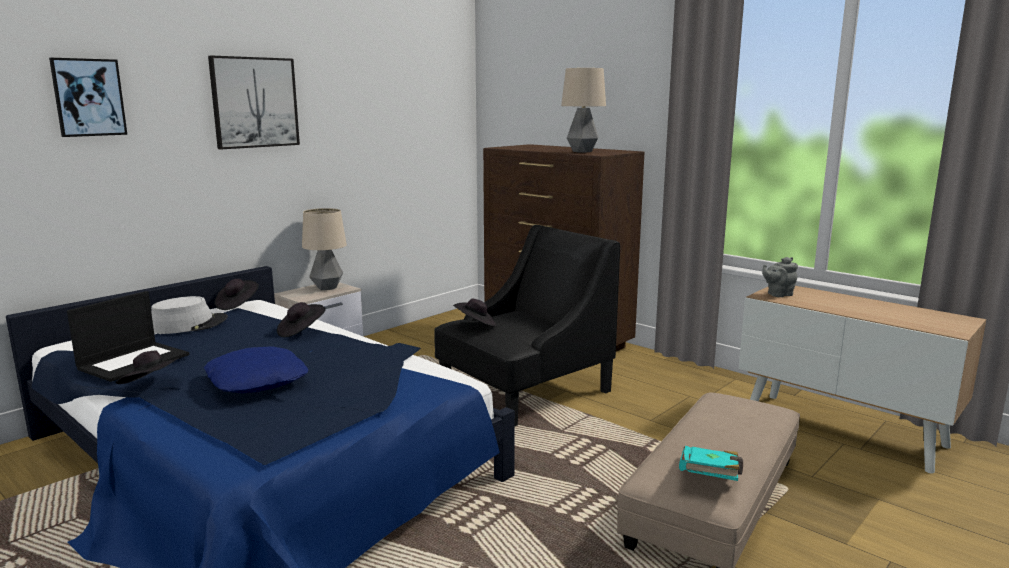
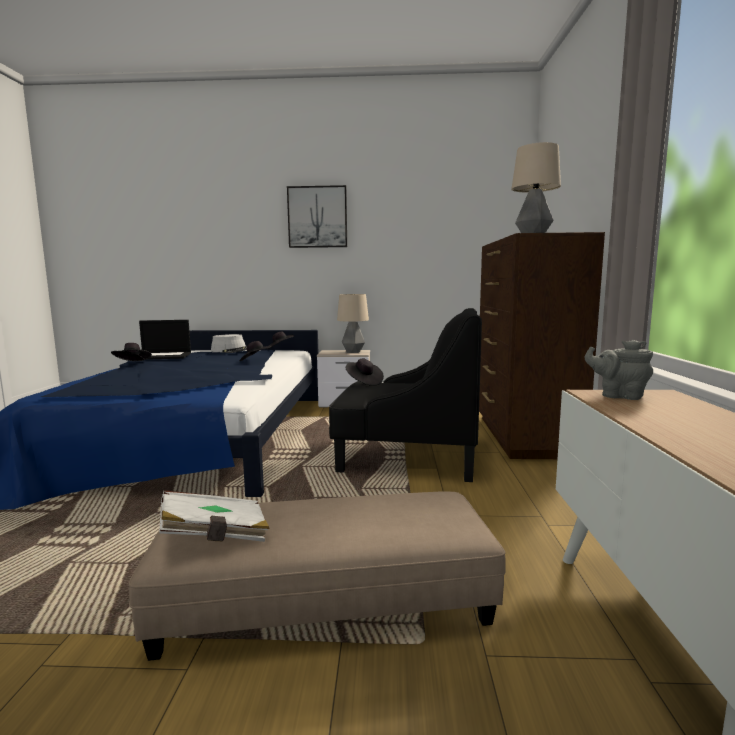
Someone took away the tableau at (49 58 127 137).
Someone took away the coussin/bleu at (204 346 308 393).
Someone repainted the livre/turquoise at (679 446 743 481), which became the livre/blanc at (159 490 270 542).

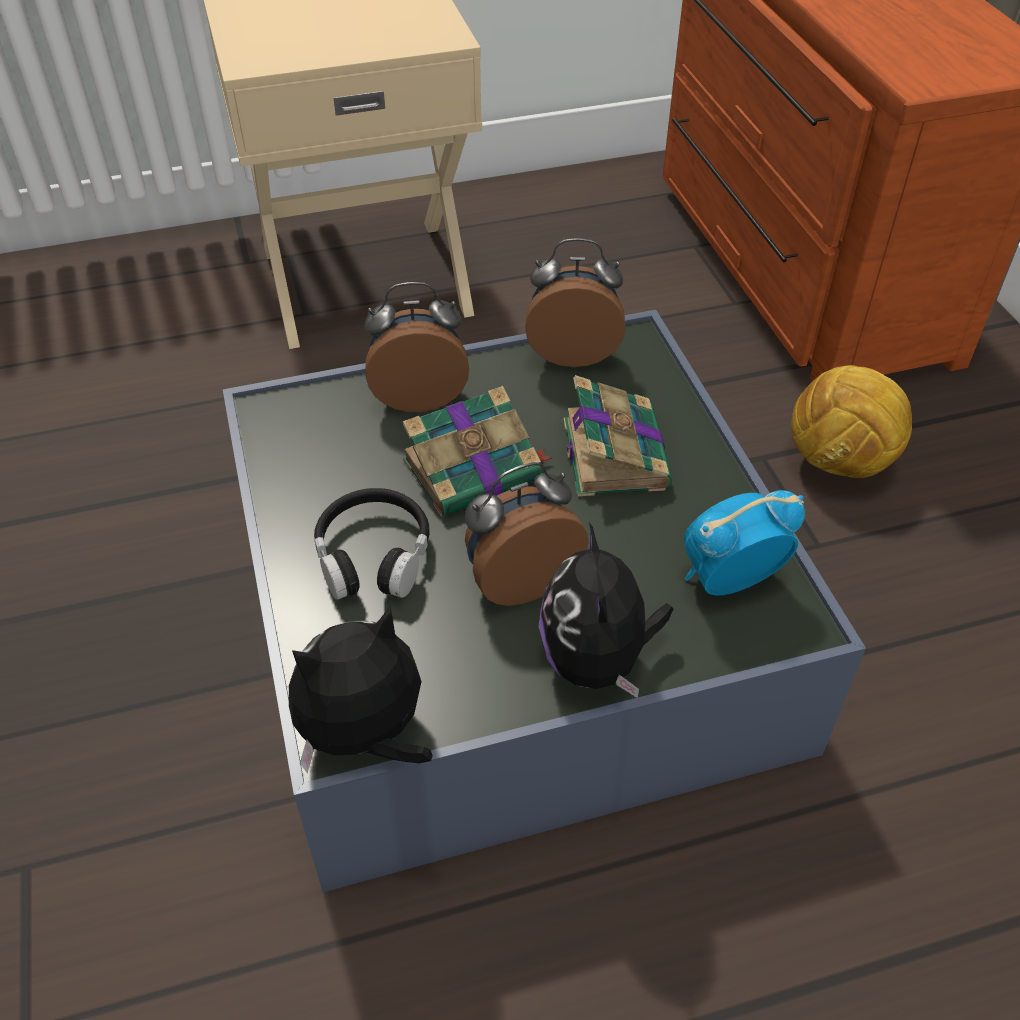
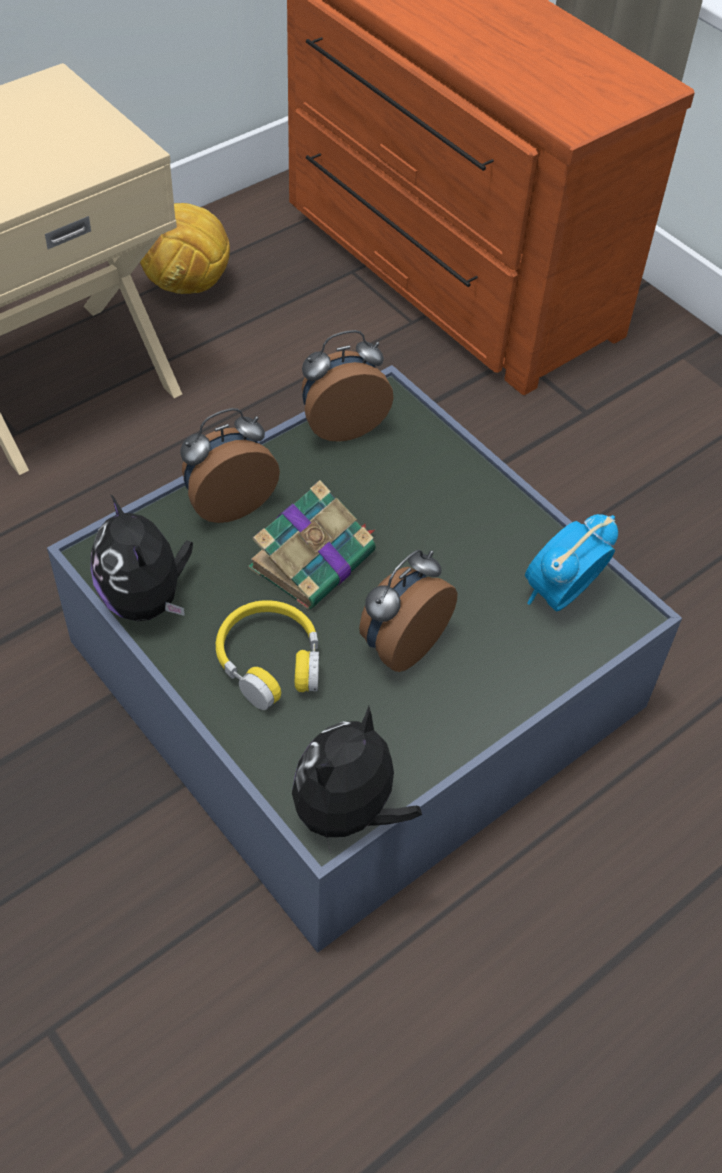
Someone carried the ballon de foot from (791 365 912 478) to (140 203 230 294).
Someone took away the livre at (563 375 672 497).
Someone repainted the casque audio/noir at (314 488 429 600), which became the casque audio/jaune at (216 600 319 710).
Someone carried the peluche from (538 522 674 698) to (91 494 193 621).

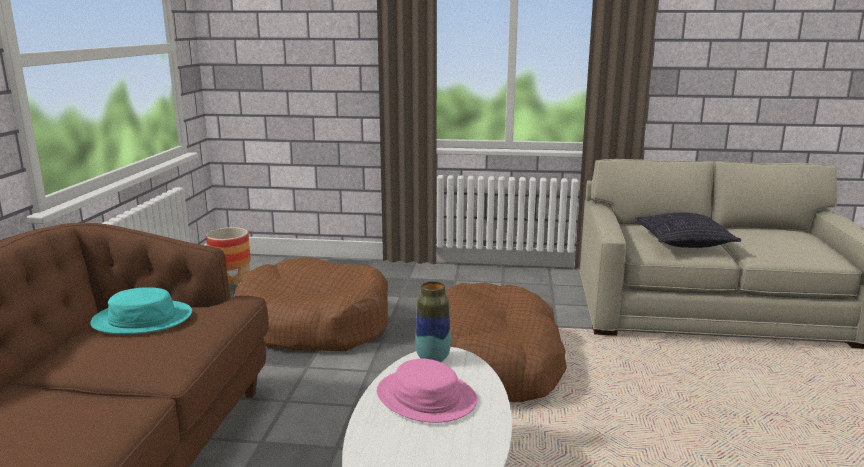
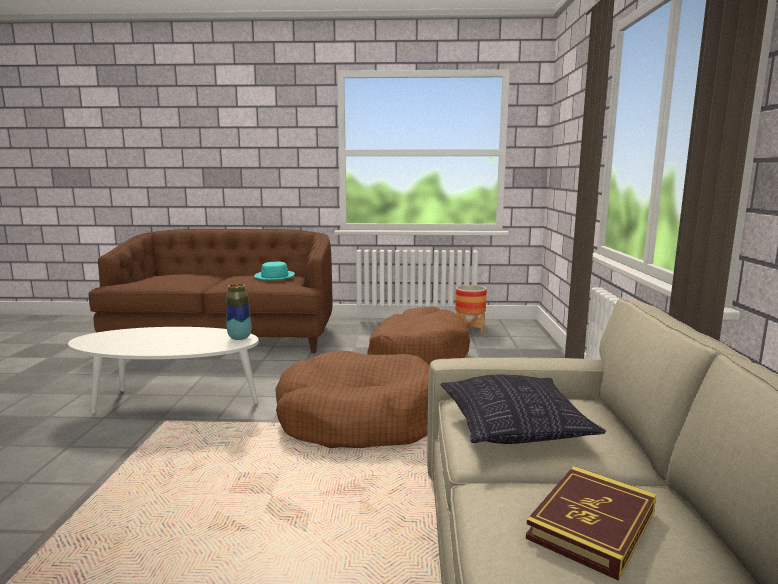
Someone took away the chapeau/rose at (377 358 477 423).
Someone put down the livre at (525 466 656 581).

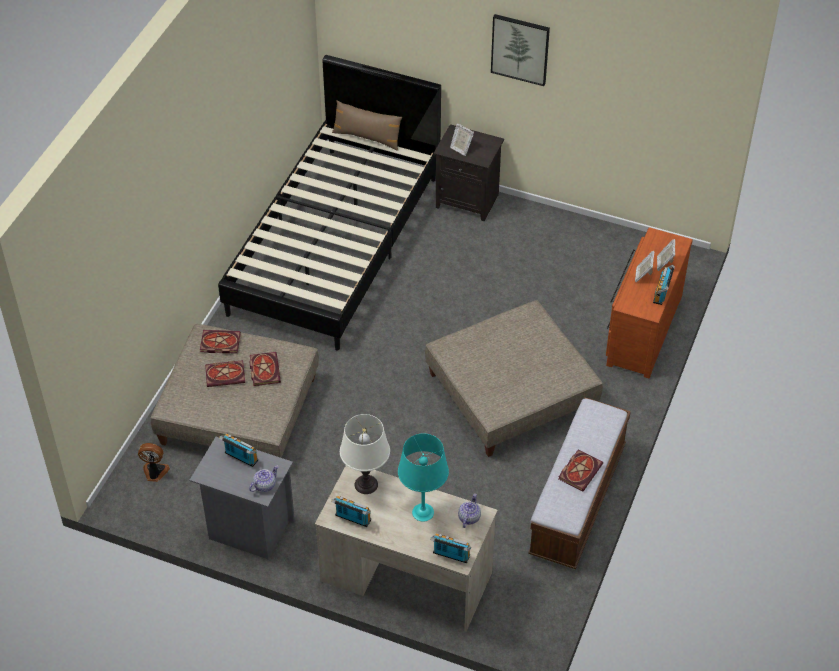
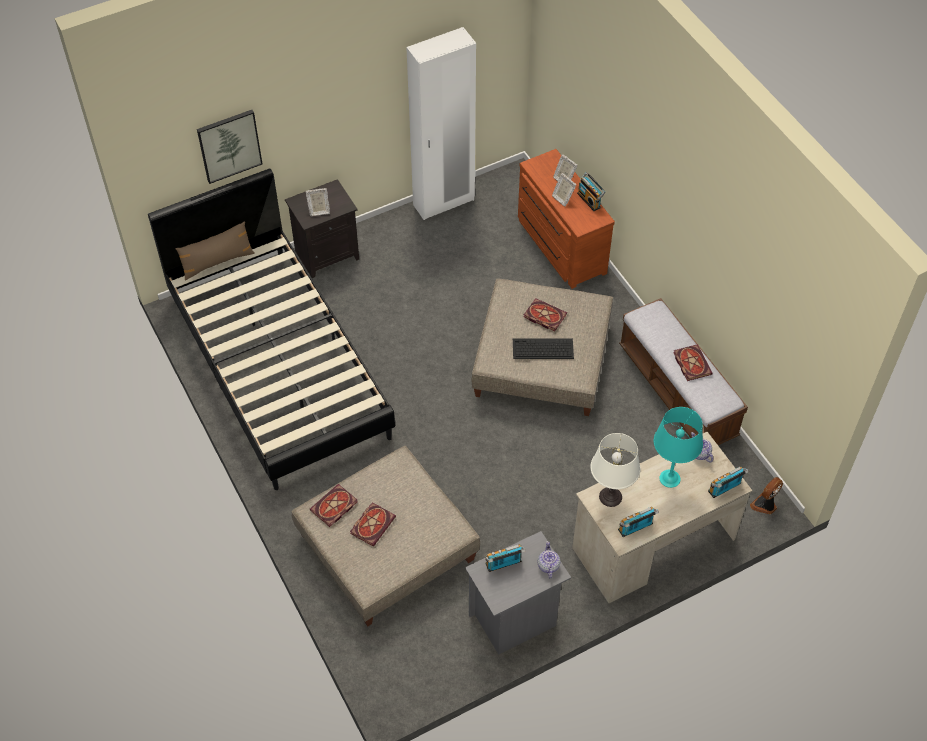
Someone carried the tableau from (491 14 550 86) to (197 110 262 184).
Someone carried the livre from (249 352 281 386) to (524 298 567 331).
Someone carried the ventilateur from (138 443 170 482) to (750 477 783 515).
Someone put down the armoire/blanc at (406 27 476 220).
Someone put down the clavier at (513 338 574 359).

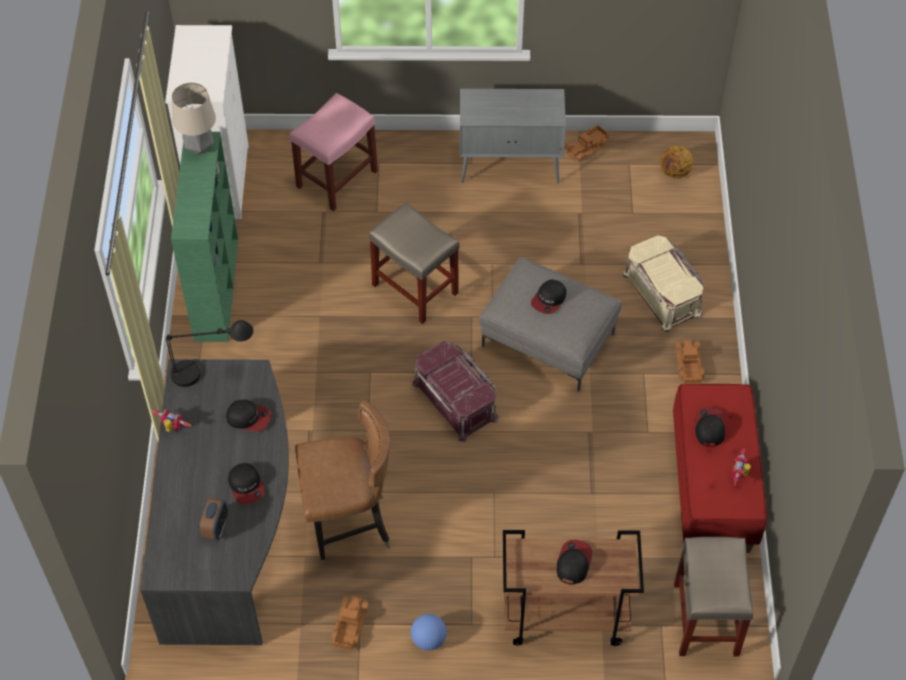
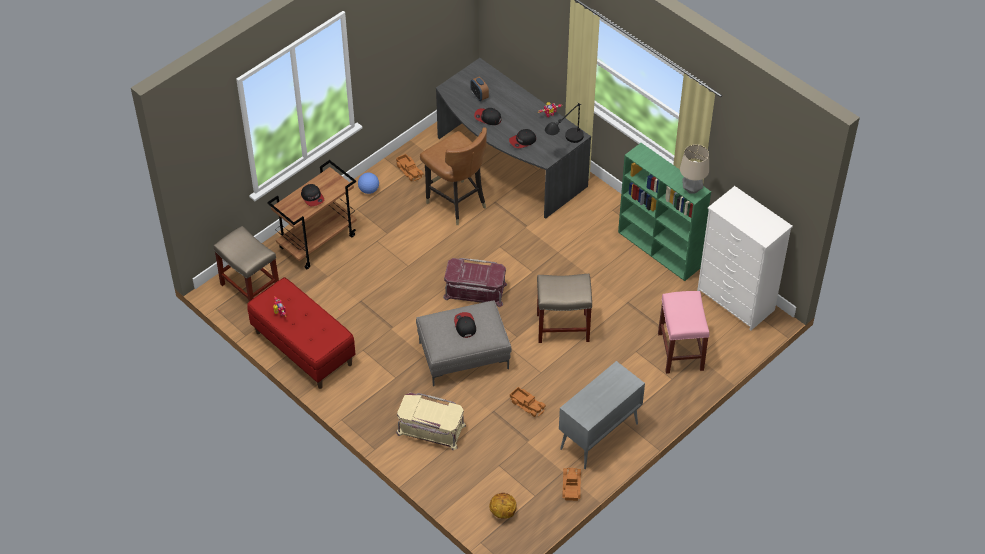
Someone carried the camion jouet from (675 340 704 384) to (510 387 546 417).
Someone rotated the chaise/marron at (295 400 391 566) by 75 degrees counterclockwise.
Someone took away the casquette at (695 407 725 447).

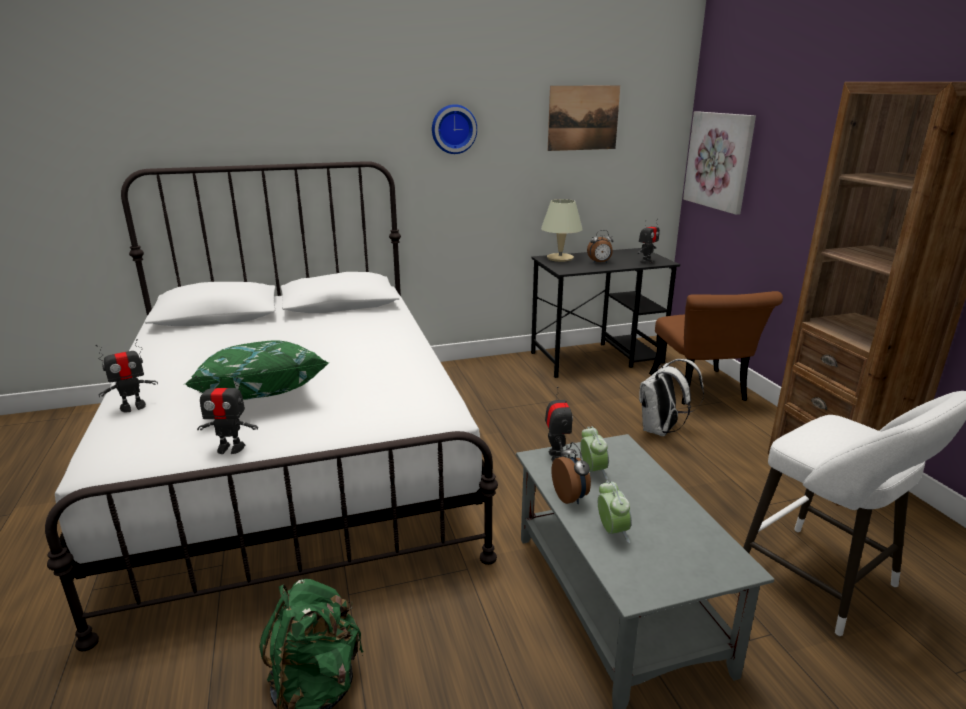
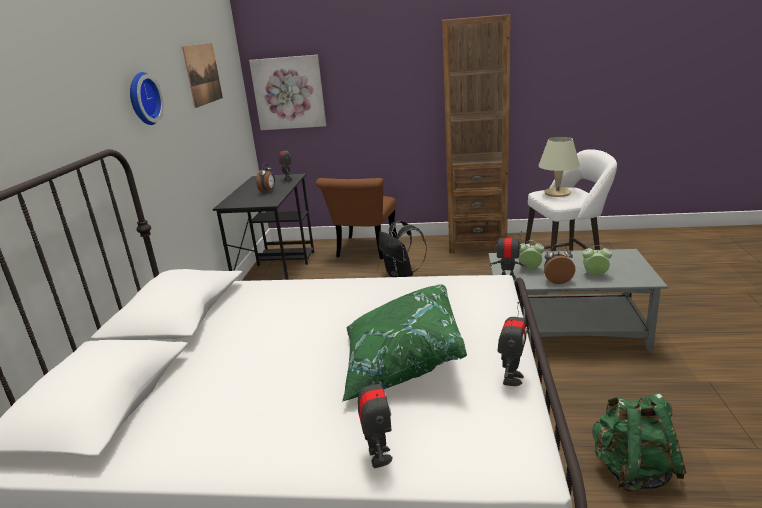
Someone carried the lampe de table/beige from (541 199 583 262) to (538 137 580 197).
Someone rotated the chaise/marron at (649 291 783 405) by 90 degrees clockwise.
Someone repainted the sac à dos/blanc at (639 359 704 436), which became the sac à dos/noir at (379 220 427 277).

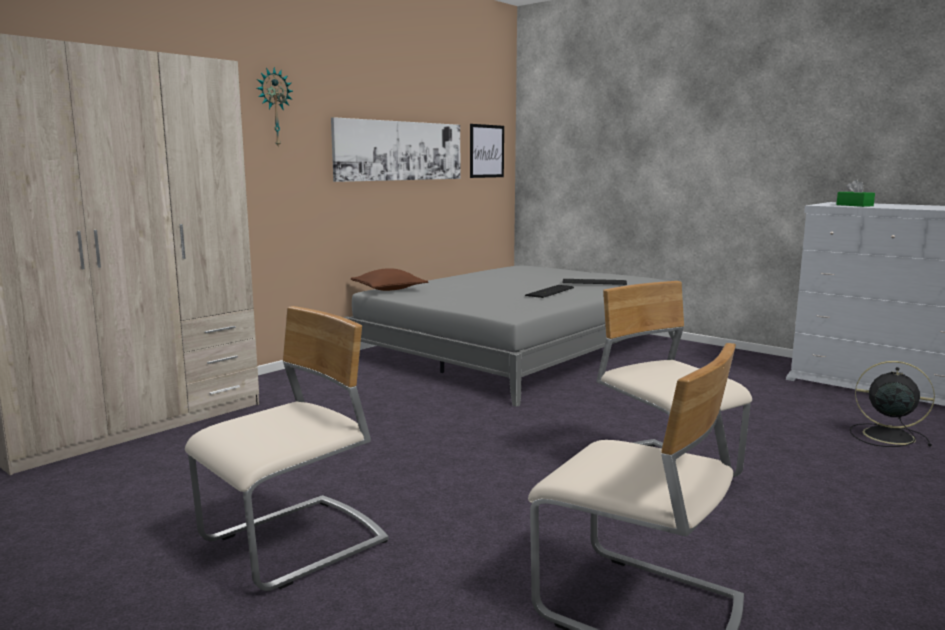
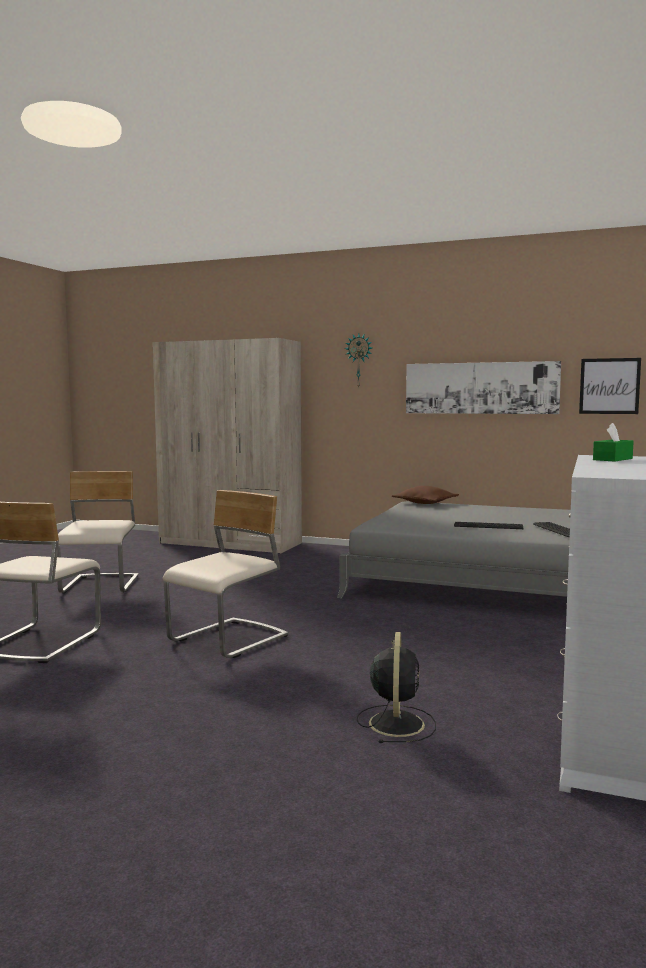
Someone rotated the chaise/beige at (185 306 389 591) by 120 degrees counterclockwise.

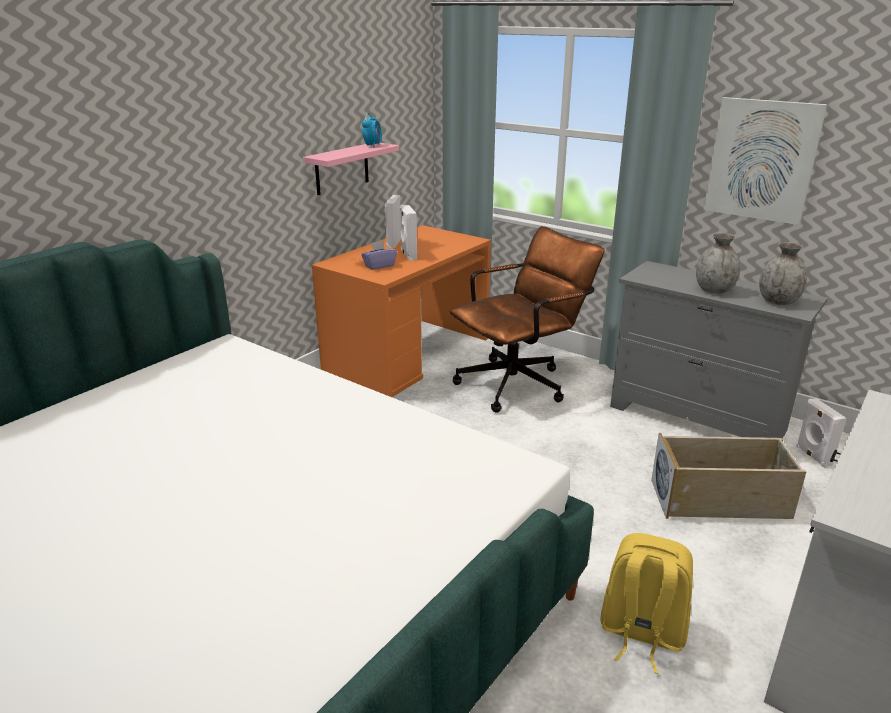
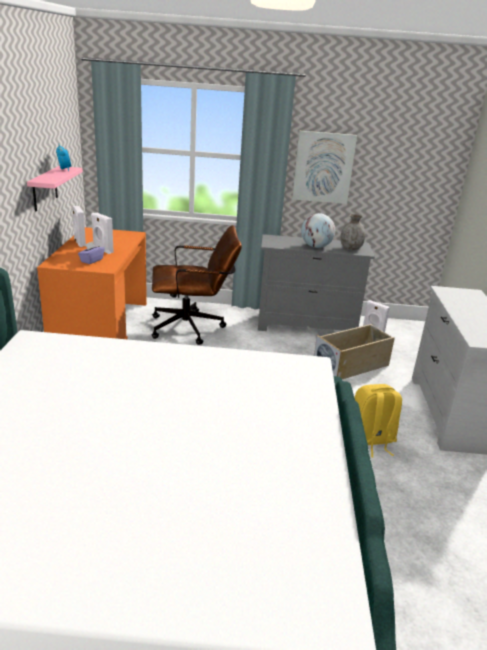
Someone rotated the chaise de bureau/marron at (450 226 605 413) by 60 degrees clockwise.
Someone swapped the vase/gris at (696 233 740 294) for the globe at (301 213 335 248).

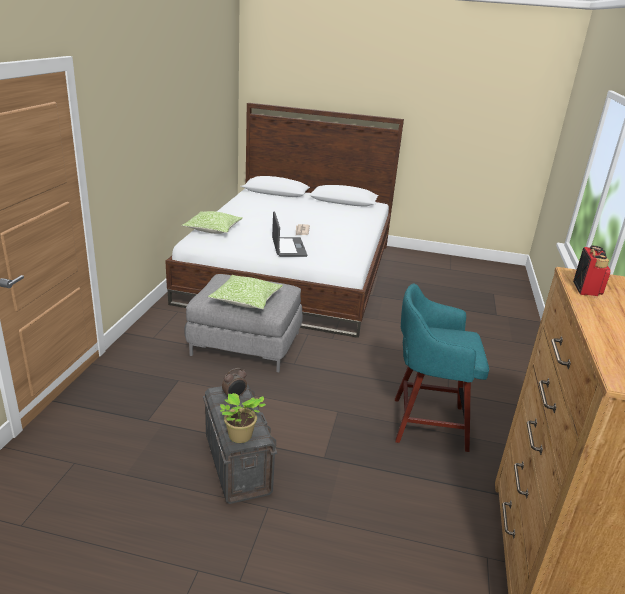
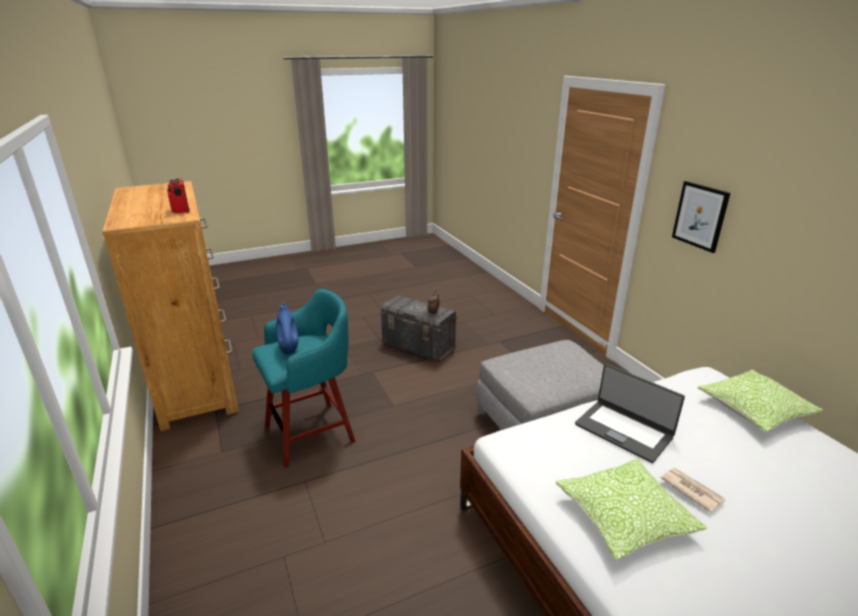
Someone carried the coussin from (208 275 283 310) to (556 459 707 560).
Someone took away the plante en pot at (220 393 266 443).
Someone put up the tableau at (672 181 730 253).
Someone put down the vase/bleu at (276 303 298 355).

